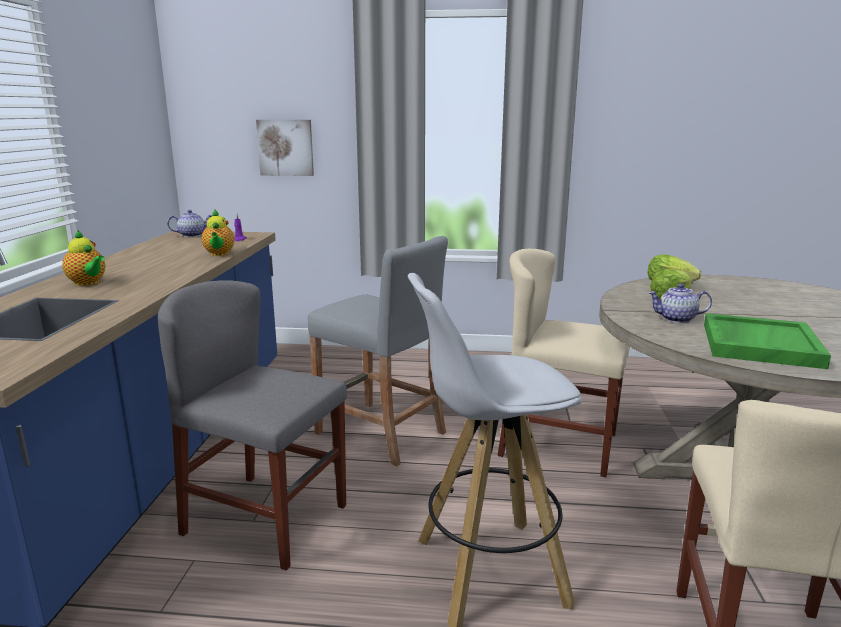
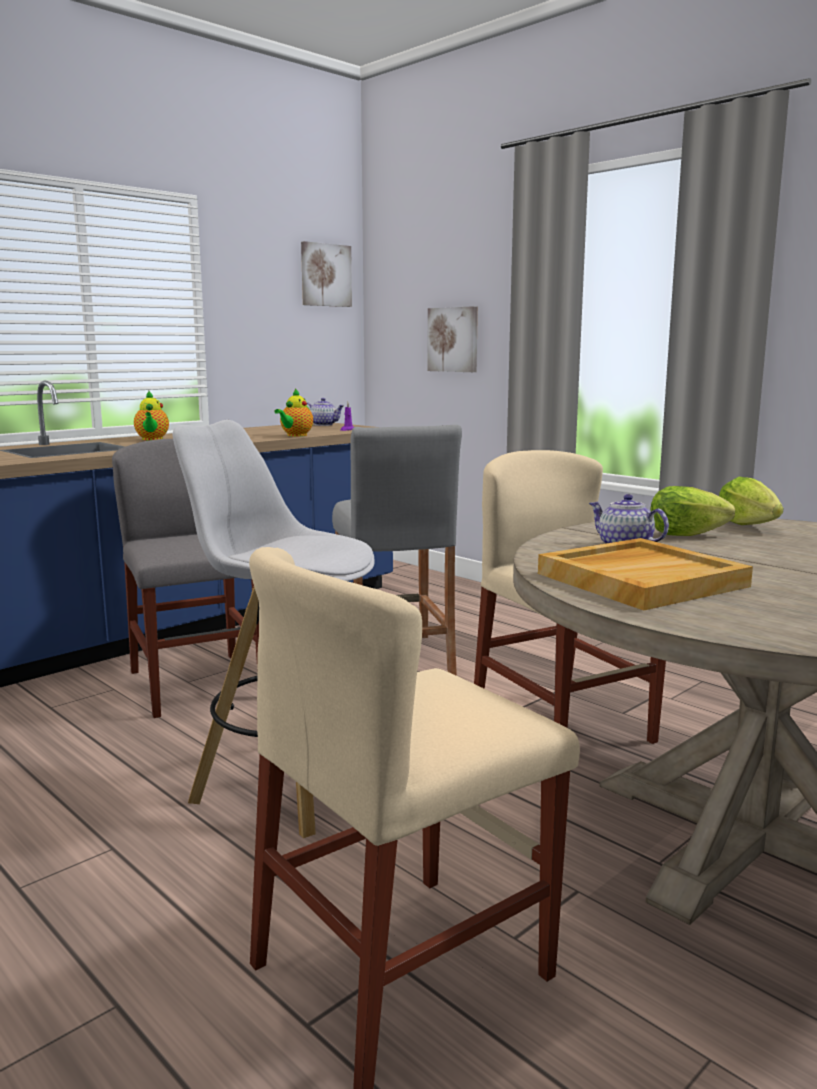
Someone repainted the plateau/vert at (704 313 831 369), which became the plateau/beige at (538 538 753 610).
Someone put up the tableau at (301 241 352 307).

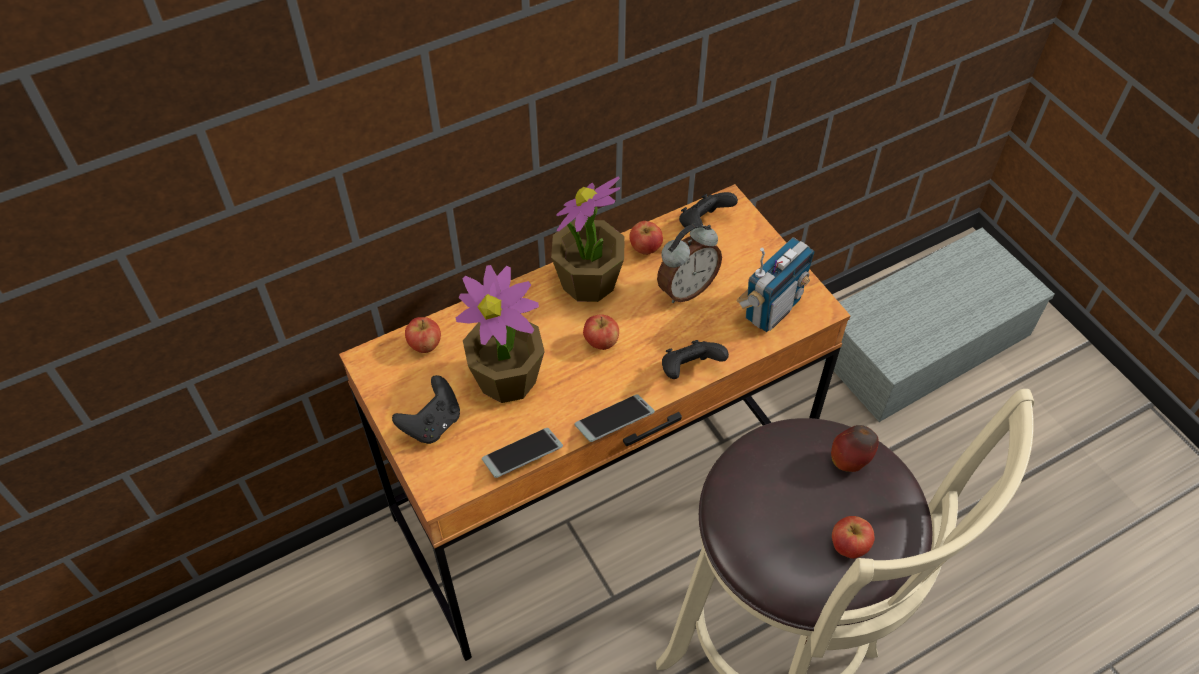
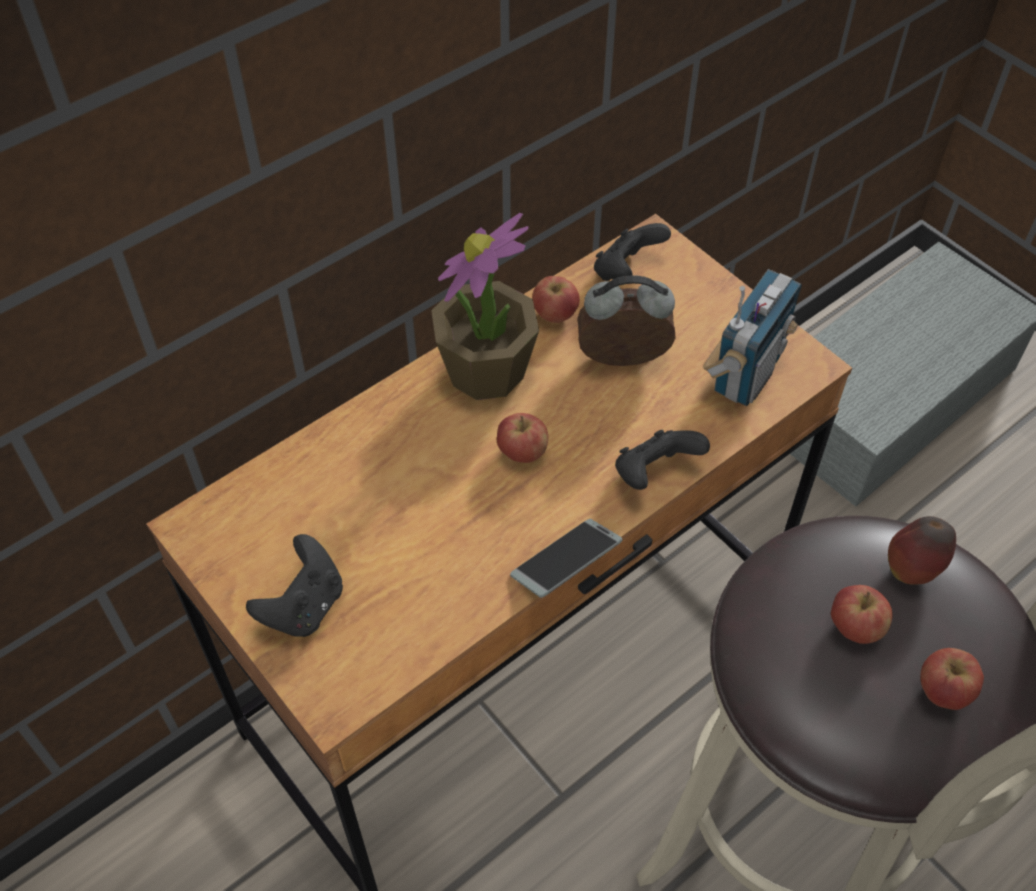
Someone rotated the réveil at (657 223 722 303) by 135 degrees counterclockwise.
Someone took away the plante en pot at (456 265 545 403).
Someone carried the pomme from (405 317 441 353) to (831 585 893 644).
Someone took away the téléphone at (482 428 563 478).

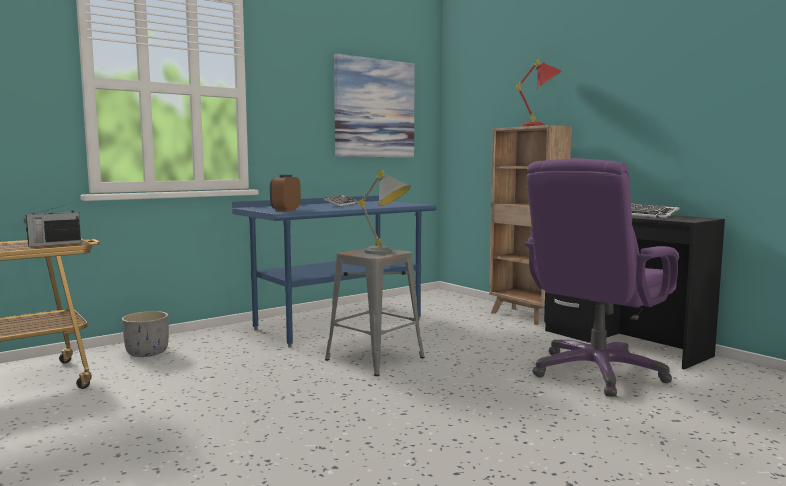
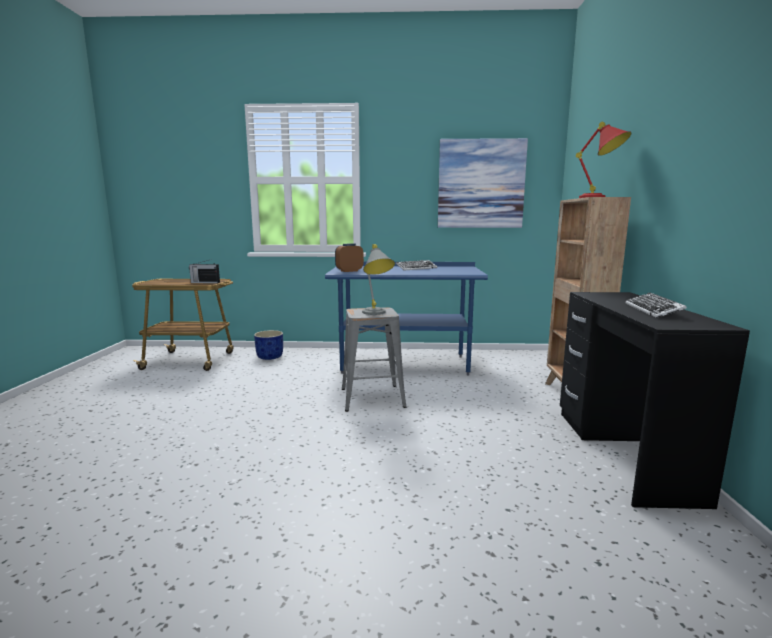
Someone took away the chaise de bureau/violet at (524 158 679 397).
Someone repainted the cache-pot/gris at (122 311 169 357), which became the cache-pot/bleu at (254 330 283 360).

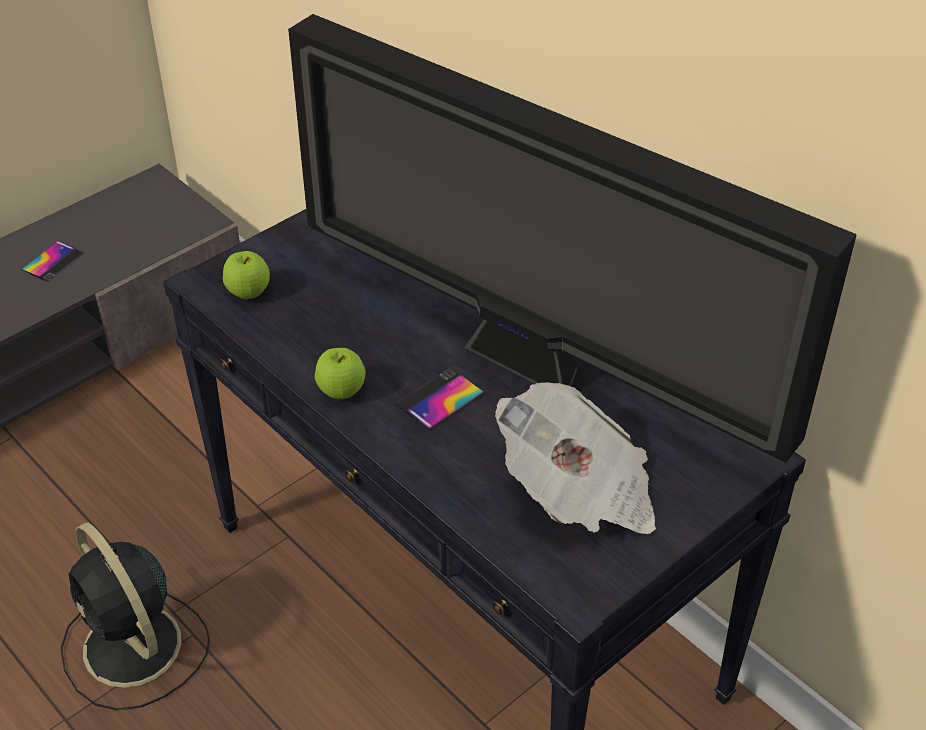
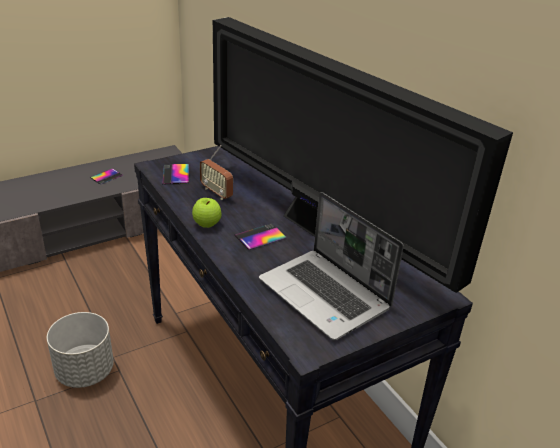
Someone swapped the pomme at (223 251 270 299) for the téléphone at (162 164 189 184).
Someone swapped the journal at (495 383 656 534) for the ordinateur portable at (259 192 404 340).
Someone swapped the ventilateur/noir at (60 523 210 711) for the cache-pot/gris at (47 312 114 388).
Someone put down the radio at (200 145 233 200).

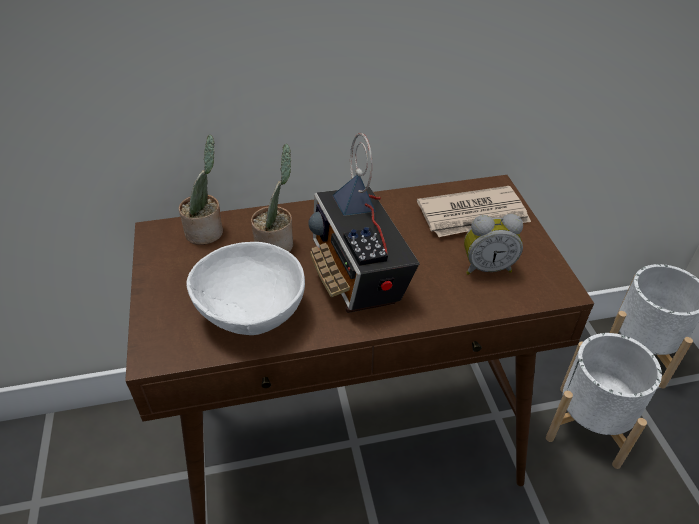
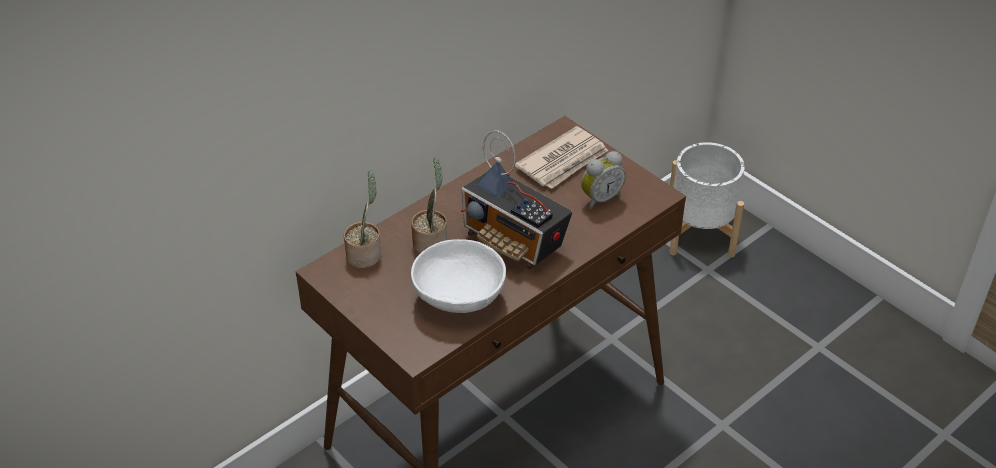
Someone took away the cache-pot/blanc at (546 333 662 469).

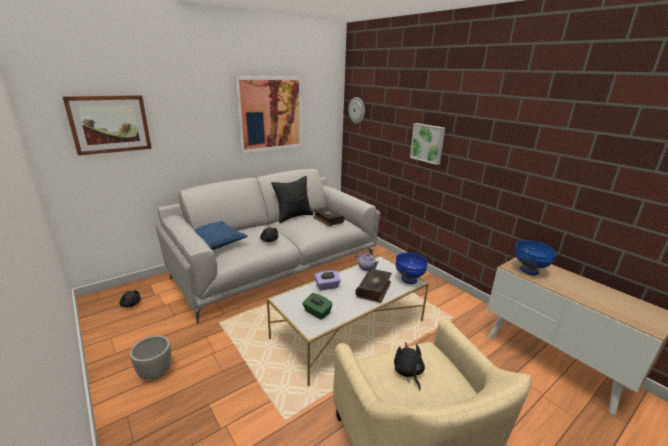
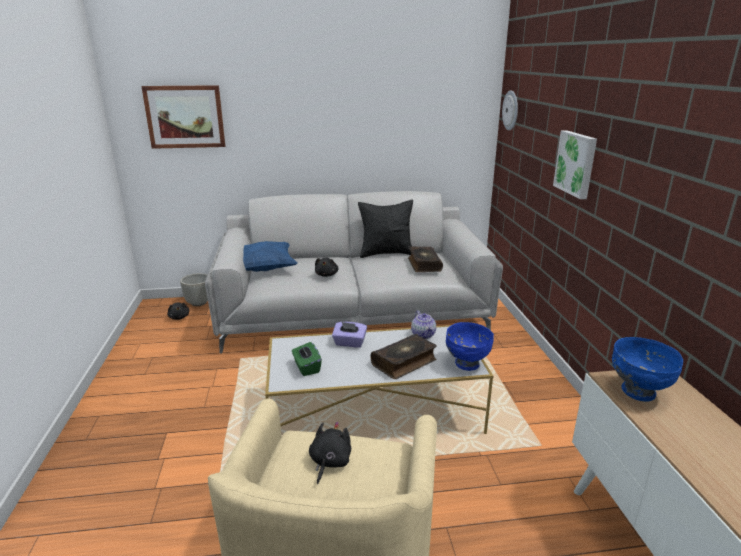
Someone took away the tableau at (234 76 302 153).
Someone carried the cache-pot/gris from (130 335 171 380) to (180 273 208 306).

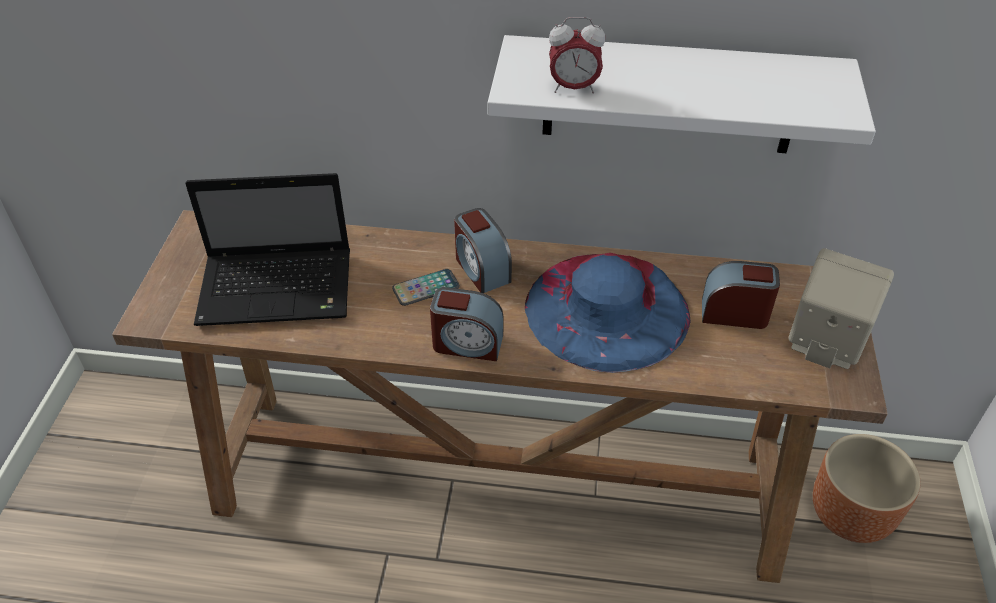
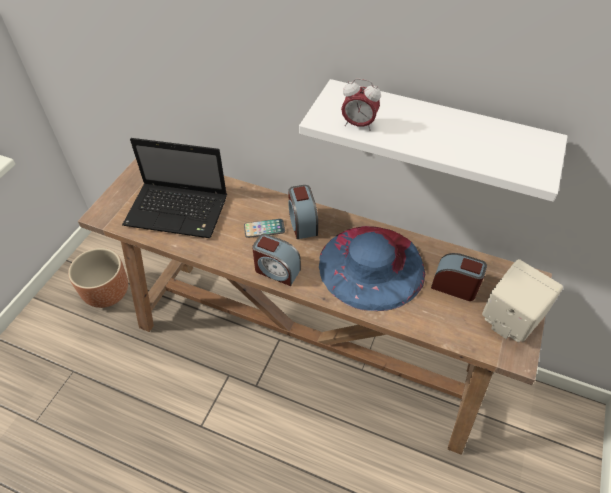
Someone carried the cache-pot/marron from (813 434 920 543) to (68 248 128 308).

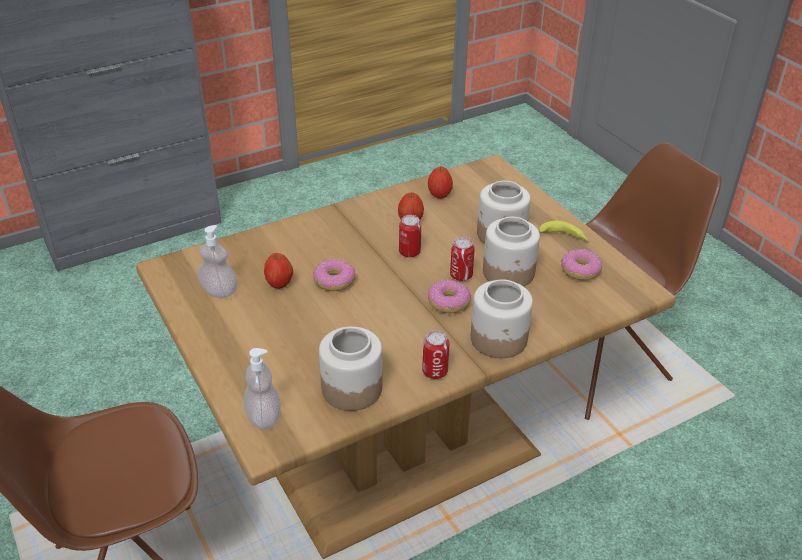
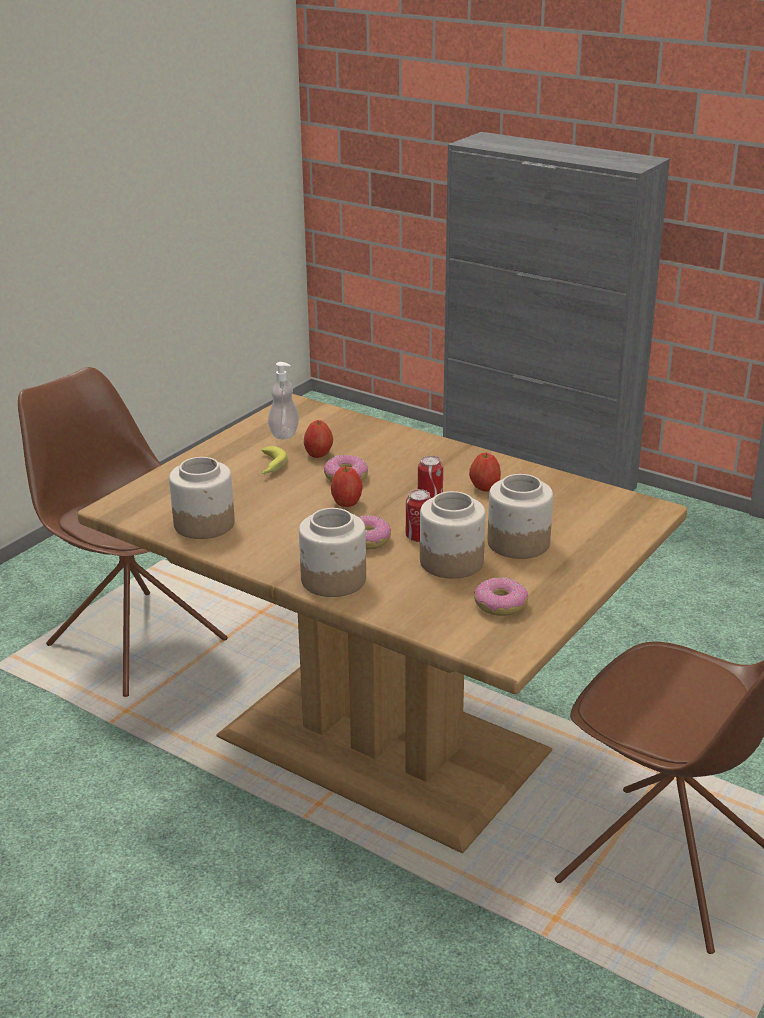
Someone carried the pomme from (428 166 453 199) to (331 467 363 507).
Someone carried the banane from (539 221 590 242) to (262 446 287 474).
Someone took away the boîte métallique at (422 330 450 379).
Someone took away the distributeur de savon at (244 348 281 429).

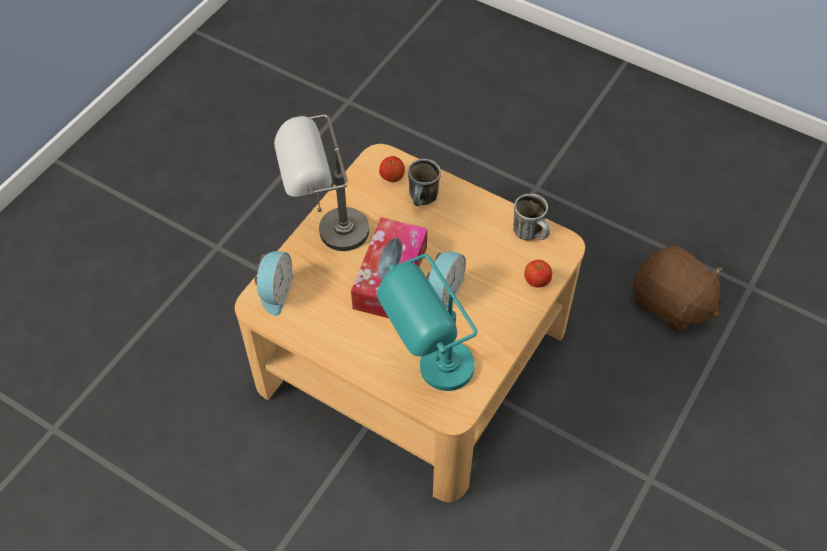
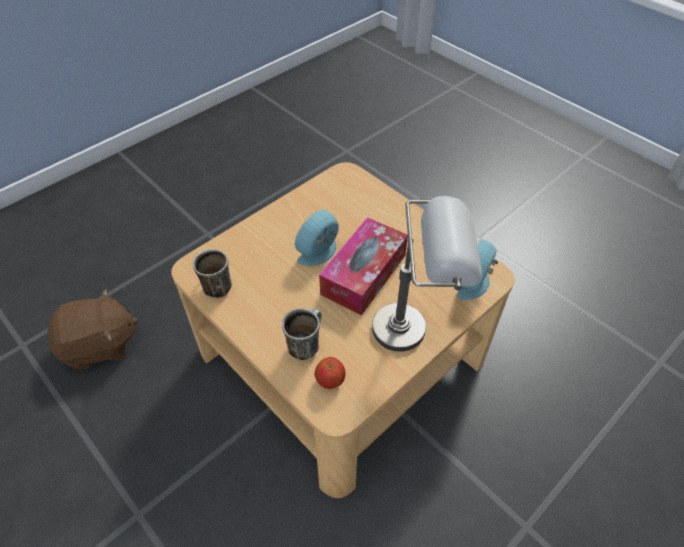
Someone rotated the peluche/marron at (633 246 723 333) by 105 degrees clockwise.
Someone took away the lampe de table/turquoise at (377 254 477 391).
Someone took away the pomme at (524 260 552 287).

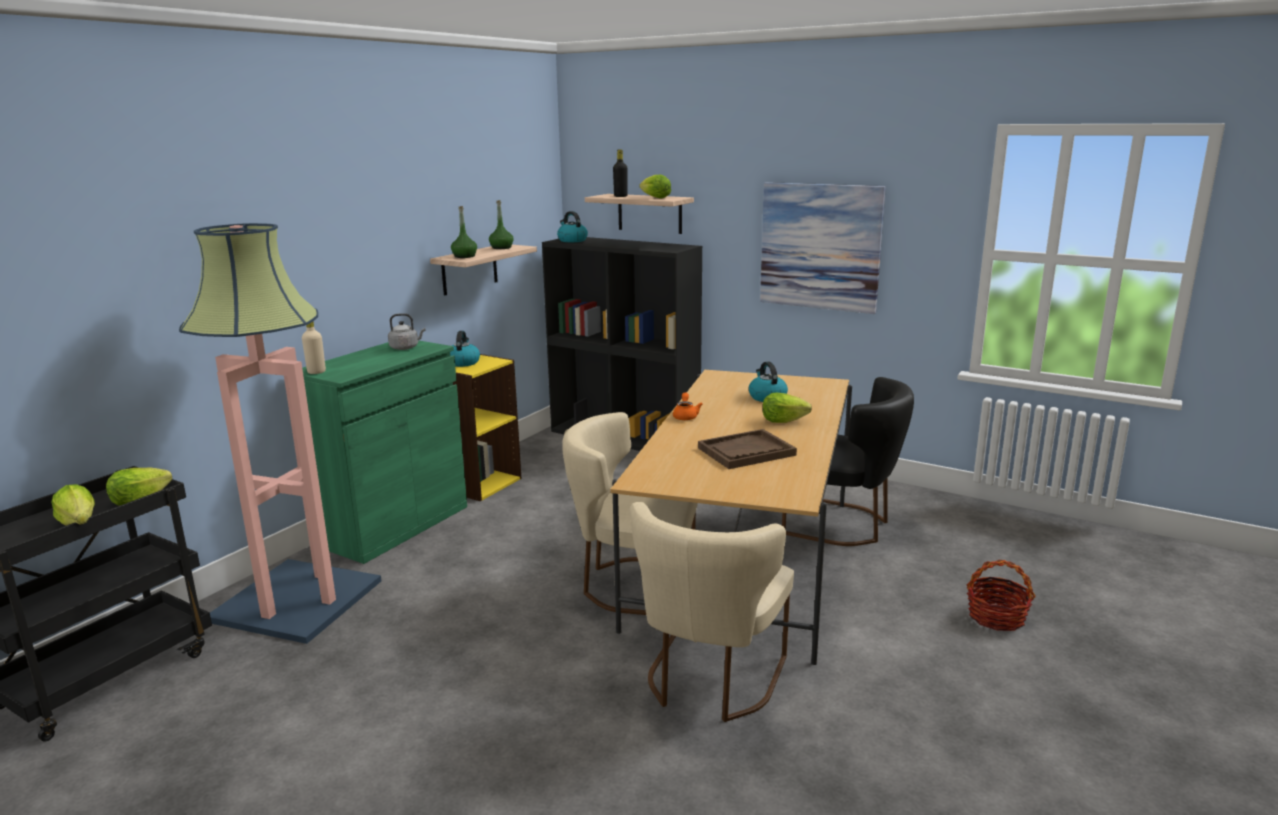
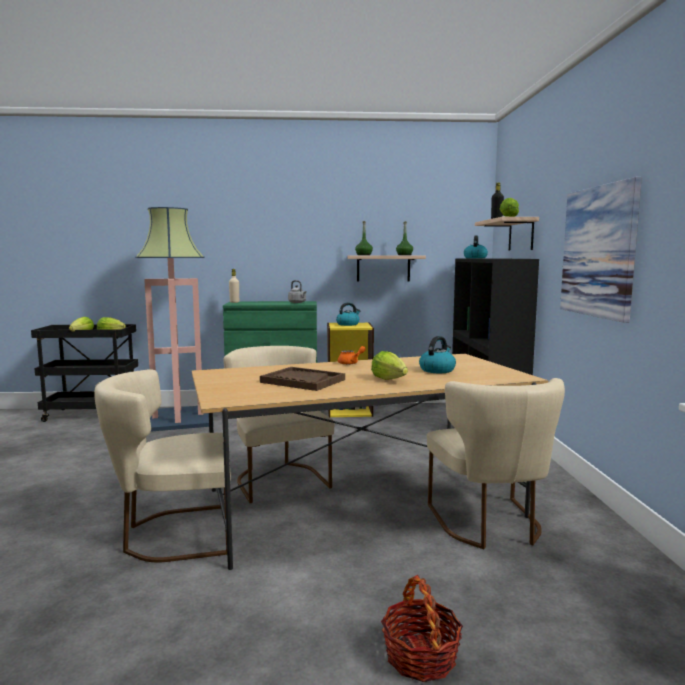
Someone repainted the chaise/noir at (782 377 914 546), which became the chaise/beige at (427 378 565 549).

